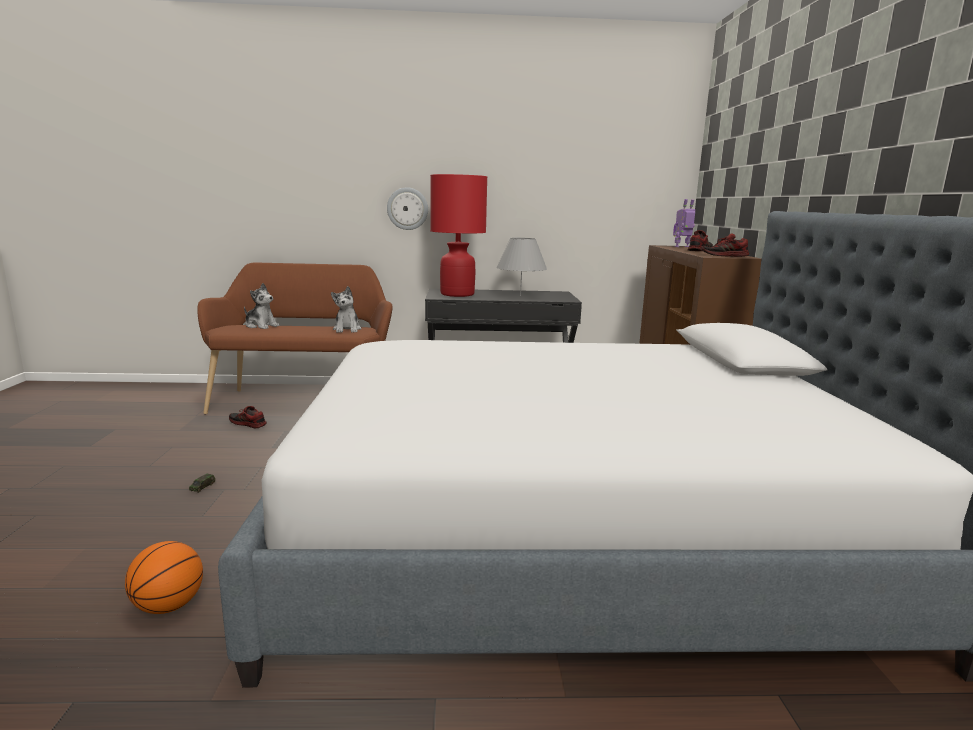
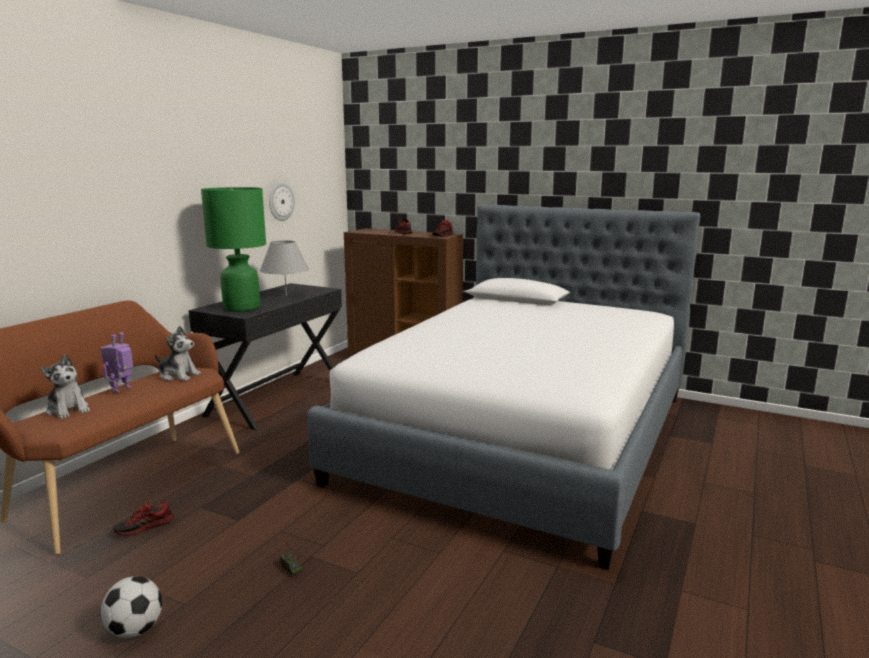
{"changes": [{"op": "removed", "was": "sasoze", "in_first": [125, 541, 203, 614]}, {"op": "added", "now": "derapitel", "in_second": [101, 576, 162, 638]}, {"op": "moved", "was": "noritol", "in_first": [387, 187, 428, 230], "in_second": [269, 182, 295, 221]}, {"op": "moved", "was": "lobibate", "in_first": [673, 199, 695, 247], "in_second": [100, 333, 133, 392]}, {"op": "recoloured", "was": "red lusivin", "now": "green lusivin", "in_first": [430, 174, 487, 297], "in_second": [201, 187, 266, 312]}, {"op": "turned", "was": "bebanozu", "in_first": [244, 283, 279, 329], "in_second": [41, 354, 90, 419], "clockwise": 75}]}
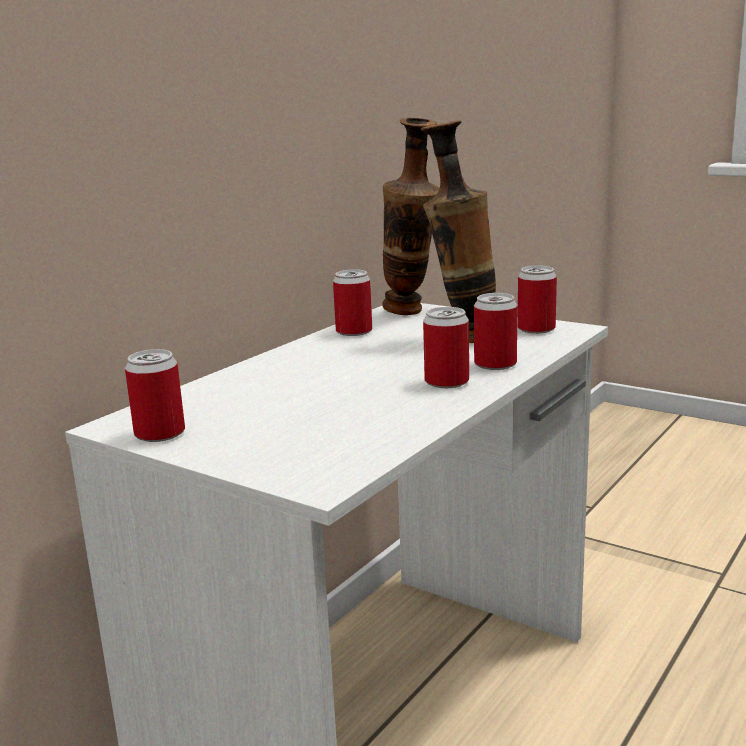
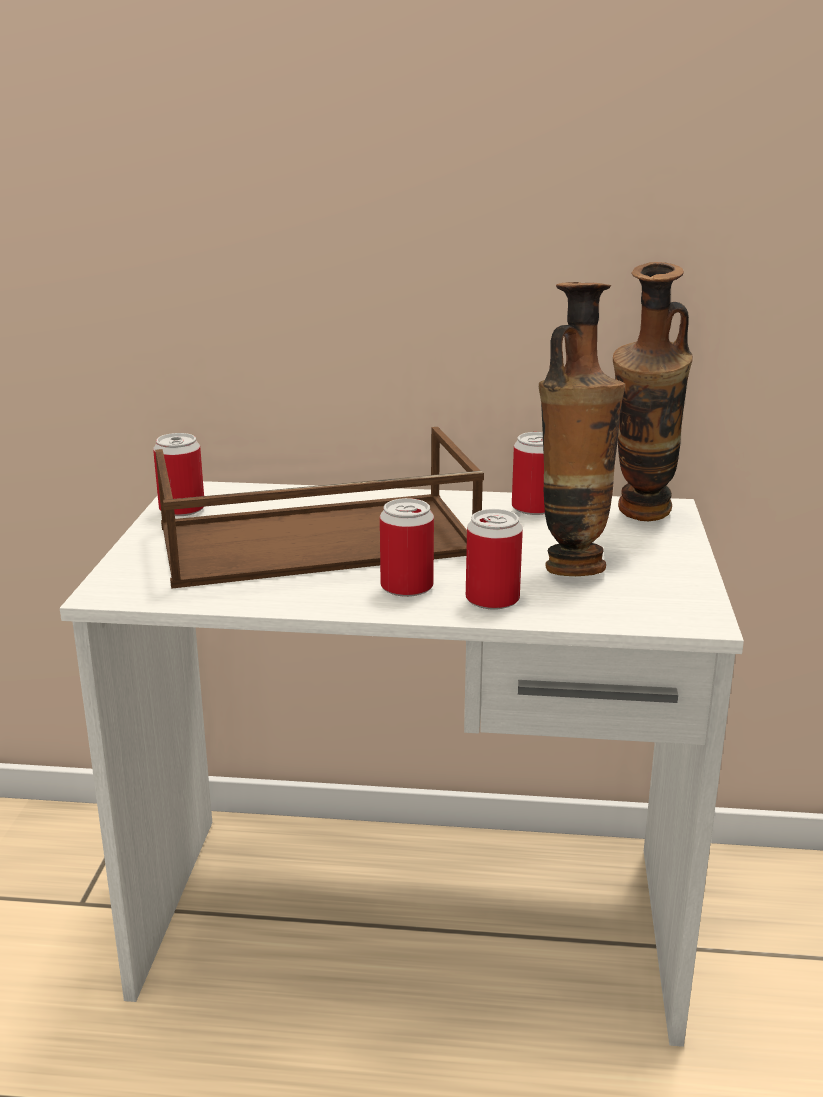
{"changes": [{"op": "removed", "was": "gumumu", "in_first": [518, 266, 557, 334]}, {"op": "added", "now": "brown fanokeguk", "in_second": [155, 427, 484, 589]}]}
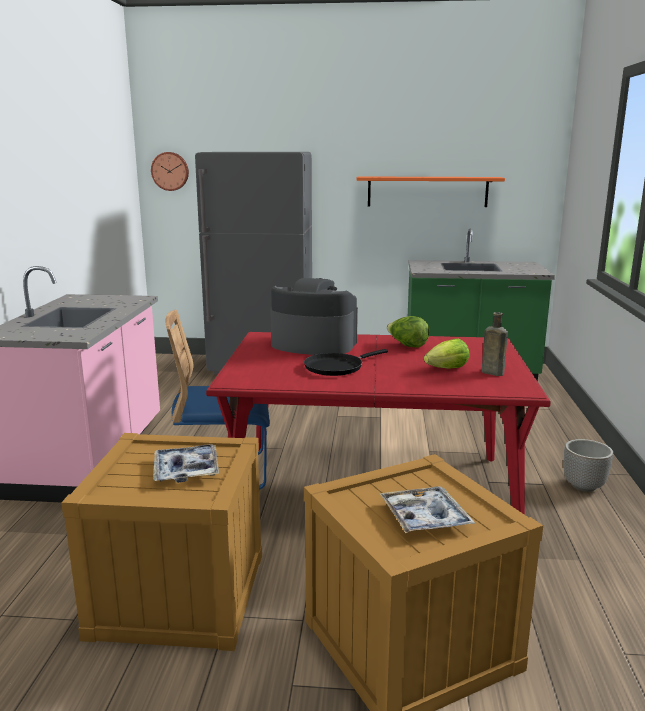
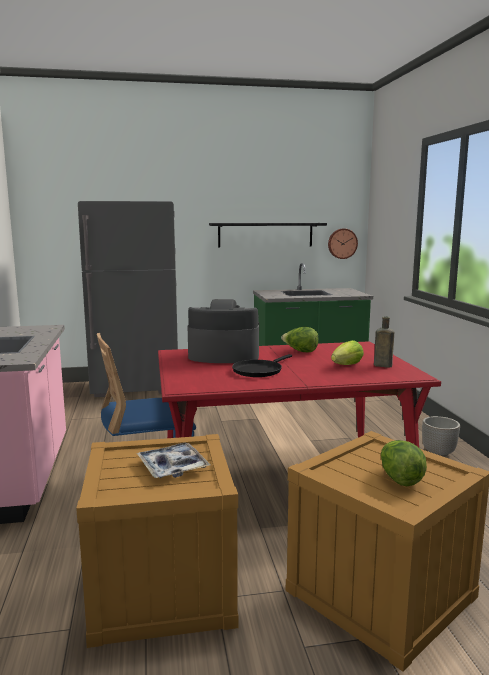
{"changes": [{"op": "moved", "was": "noritol", "in_first": [151, 152, 189, 191], "in_second": [328, 229, 358, 259]}, {"op": "replaced", "was": "fanokeguk", "now": "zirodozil", "in_first": [379, 486, 475, 533], "in_second": [381, 440, 427, 486]}, {"op": "recoloured", "was": "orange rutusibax", "now": "black rutusibax", "in_first": [356, 176, 505, 207], "in_second": [209, 223, 327, 247]}]}
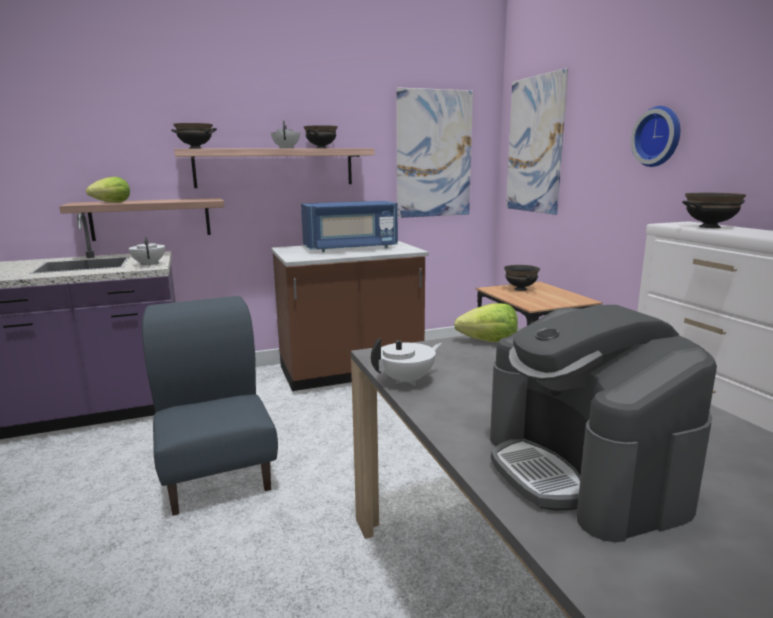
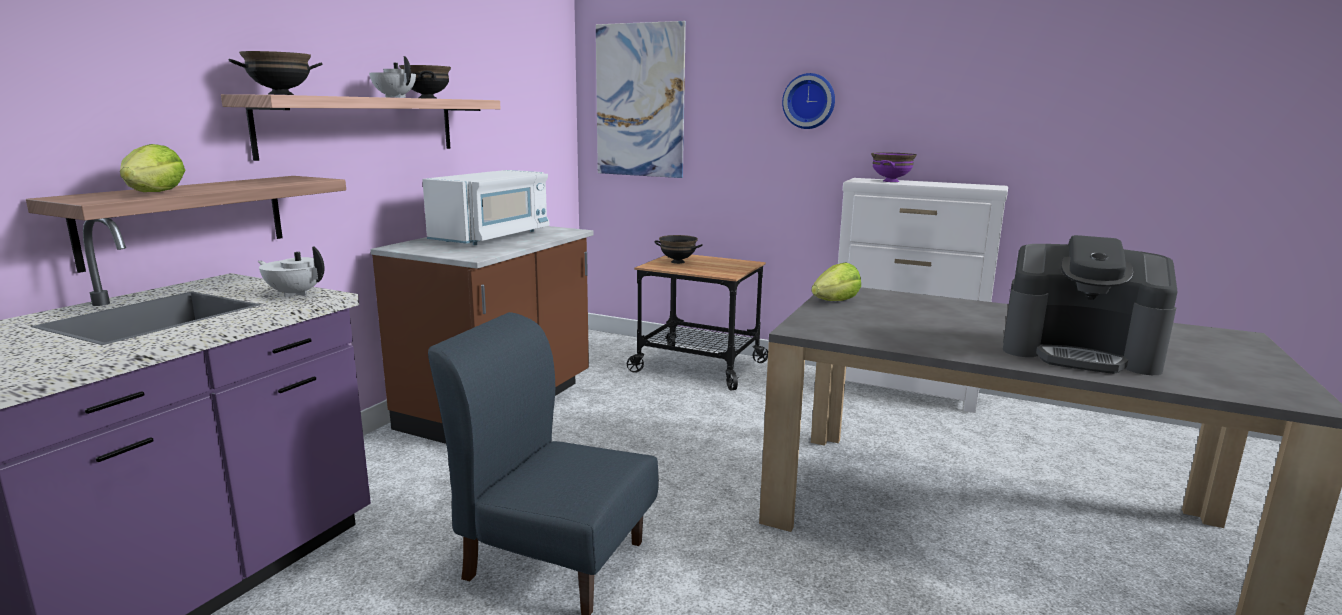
{"changes": [{"op": "removed", "was": "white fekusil", "in_first": [371, 338, 442, 386]}, {"op": "removed", "was": "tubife", "in_first": [396, 87, 473, 218]}, {"op": "recoloured", "was": "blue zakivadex", "now": "white zakivadex", "in_first": [301, 201, 398, 252], "in_second": [422, 170, 550, 245]}, {"op": "recoloured", "was": "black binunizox", "now": "purple binunizox", "in_first": [682, 193, 746, 228], "in_second": [871, 152, 917, 182]}]}
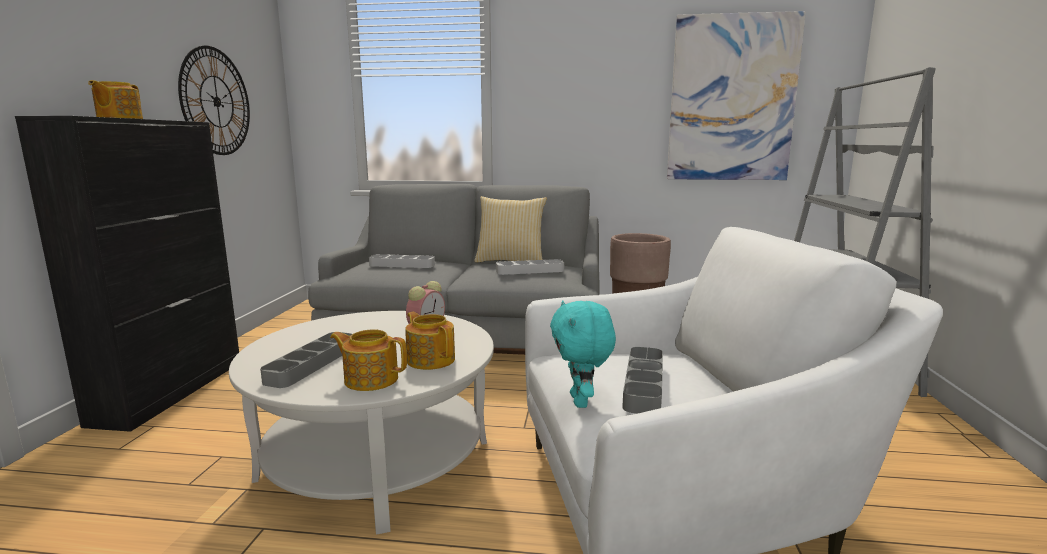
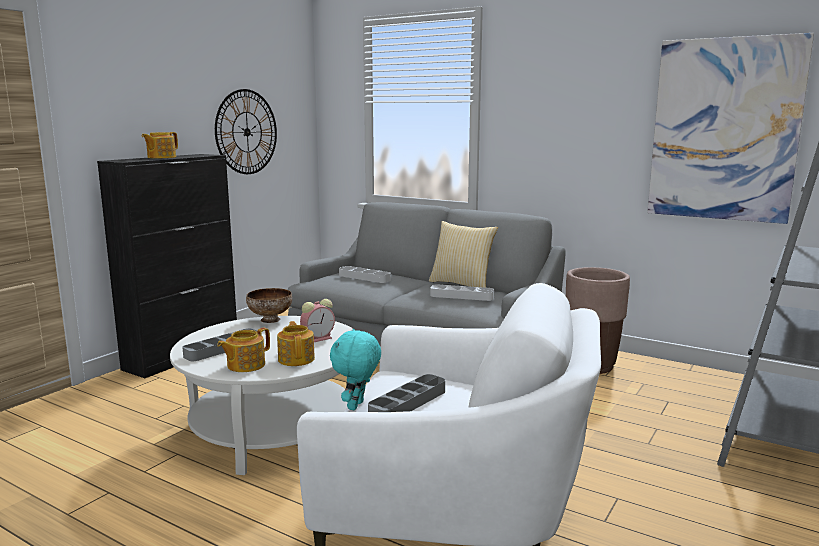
{"changes": [{"op": "added", "now": "binunizox", "in_second": [246, 288, 292, 323]}, {"op": "turned", "was": "fekusil", "in_first": [330, 329, 407, 391], "in_second": [217, 328, 270, 372], "clockwise": -90}]}
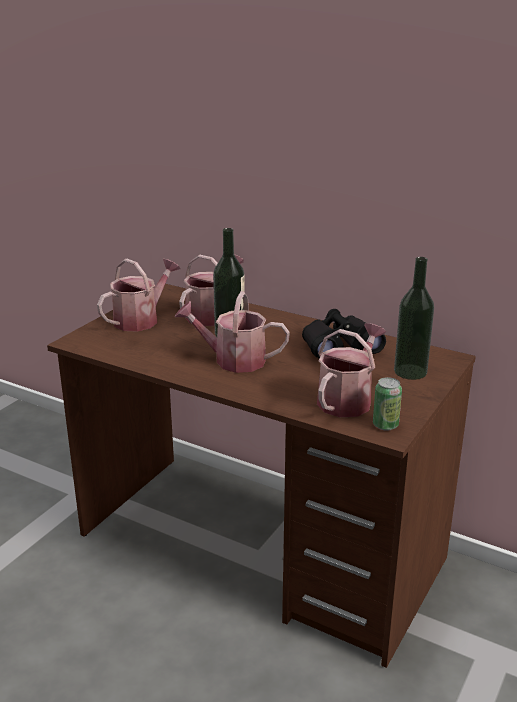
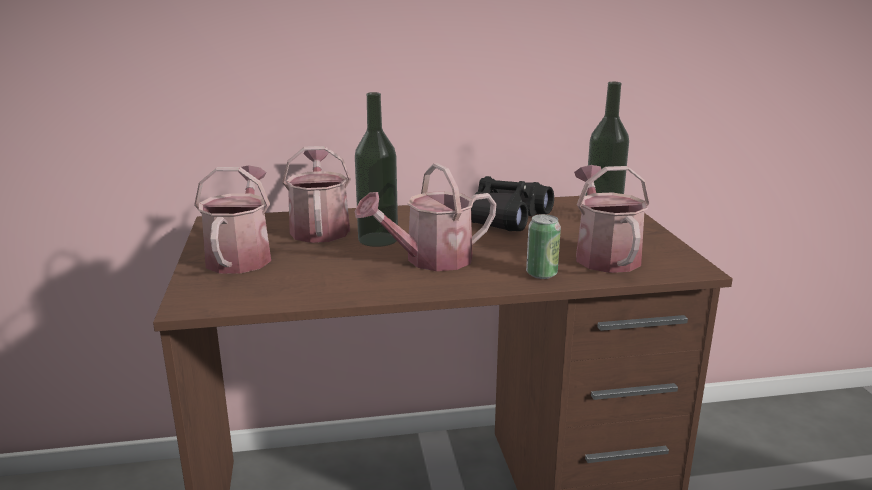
{"changes": [{"op": "moved", "was": "gumumu", "in_first": [373, 377, 402, 430], "in_second": [526, 214, 561, 279]}]}
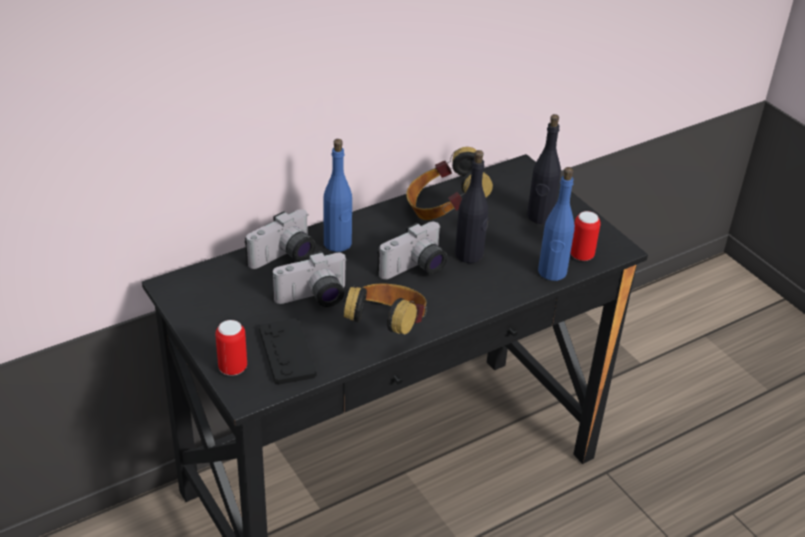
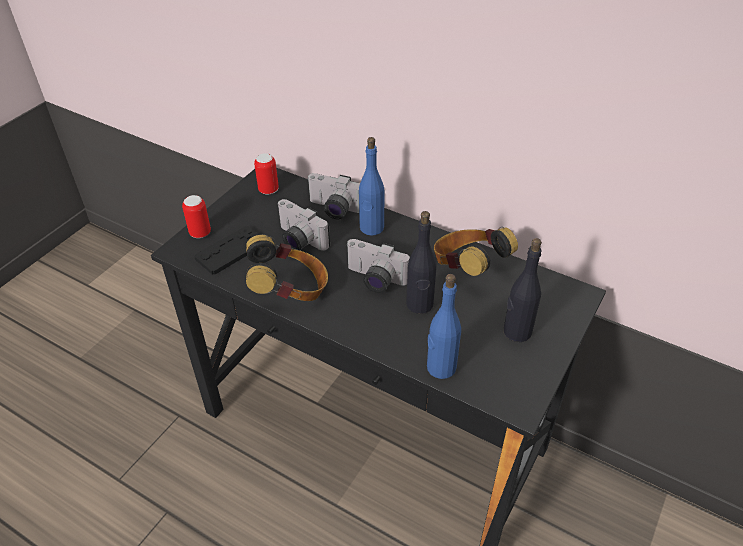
{"changes": [{"op": "moved", "was": "gumumu", "in_first": [570, 211, 601, 261], "in_second": [254, 153, 279, 195]}]}
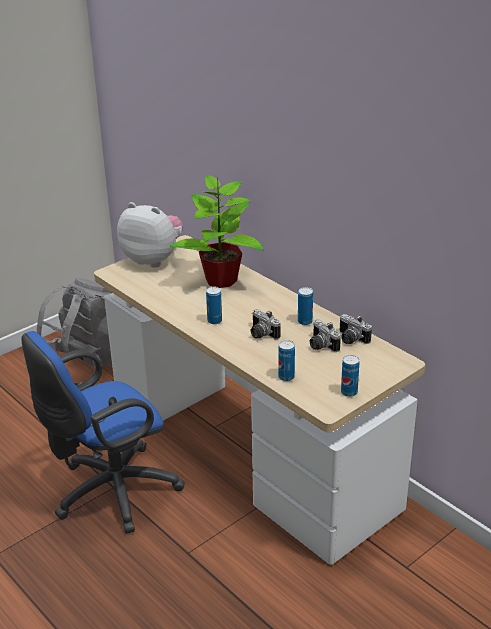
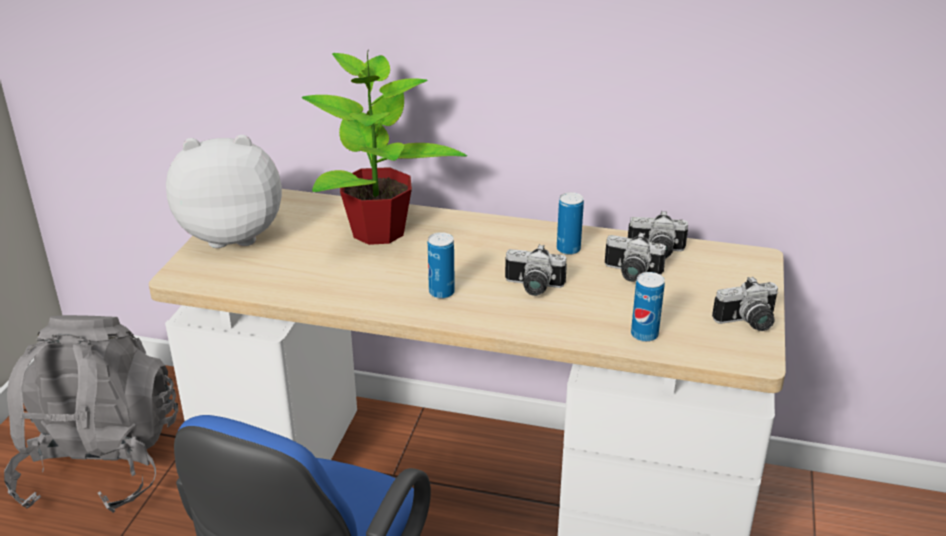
{"changes": [{"op": "replaced", "was": "gumumu", "now": "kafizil", "in_first": [341, 355, 359, 397], "in_second": [712, 276, 778, 331]}]}
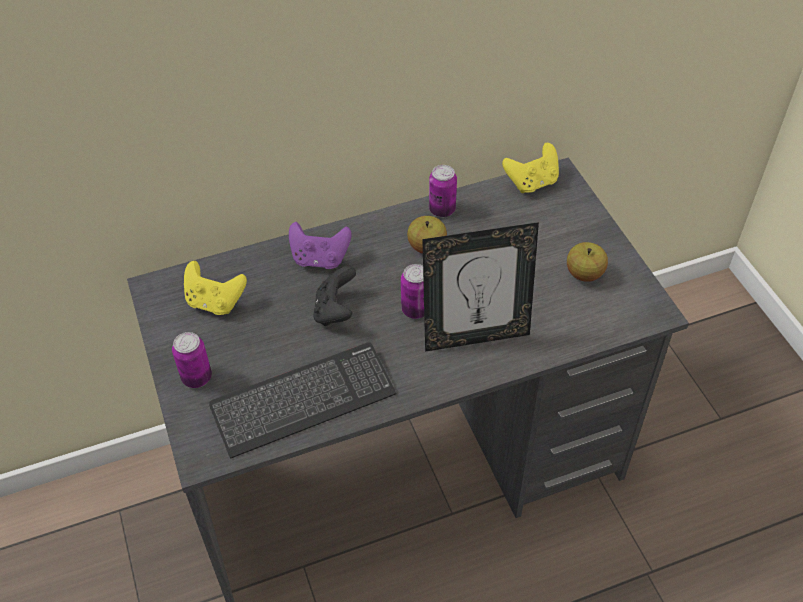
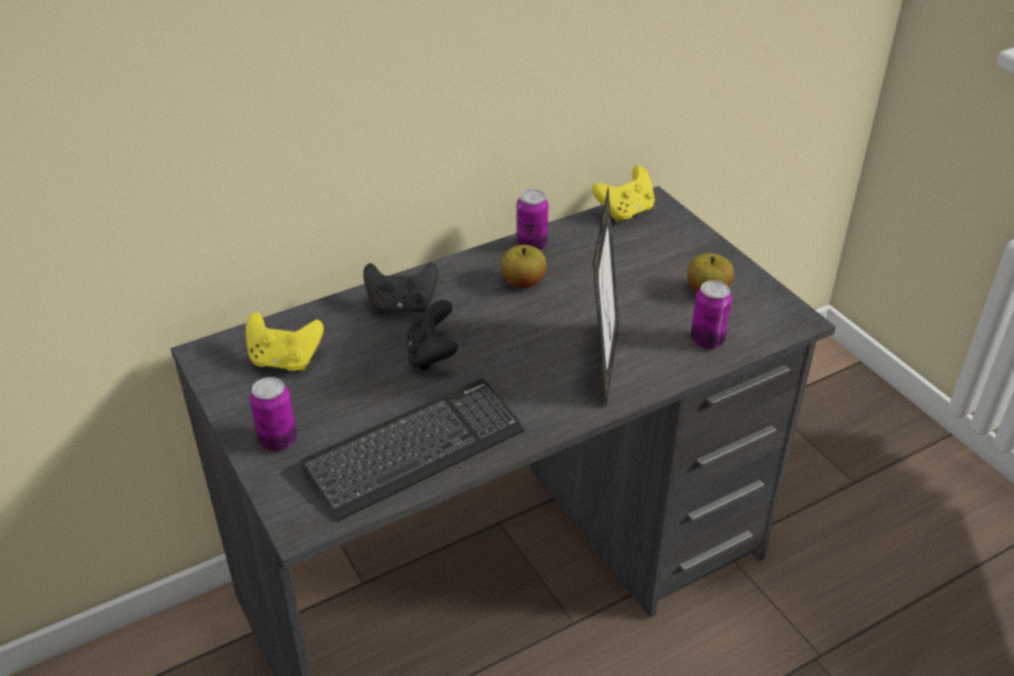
{"changes": [{"op": "moved", "was": "gumumu", "in_first": [401, 264, 424, 319], "in_second": [691, 280, 732, 349]}, {"op": "recoloured", "was": "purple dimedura", "now": "black dimedura", "in_first": [289, 222, 352, 269], "in_second": [363, 262, 438, 313]}, {"op": "turned", "was": "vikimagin", "in_first": [422, 222, 539, 352], "in_second": [593, 188, 619, 405], "clockwise": -60}]}
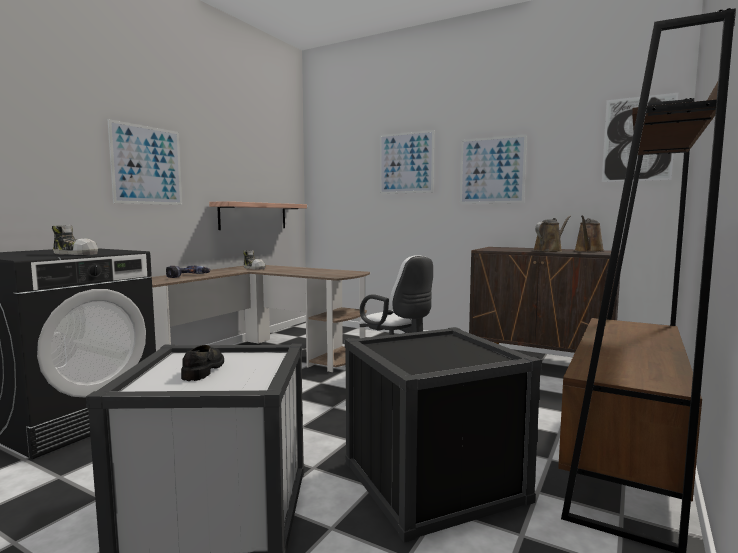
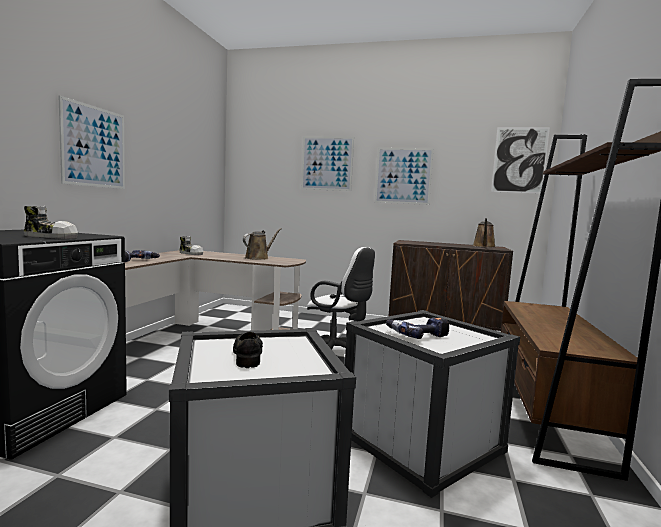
{"changes": [{"op": "removed", "was": "rutusibax", "in_first": [209, 201, 307, 230]}, {"op": "added", "now": "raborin", "in_second": [386, 317, 449, 339]}, {"op": "moved", "was": "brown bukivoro", "in_first": [533, 216, 571, 252], "in_second": [243, 228, 282, 260]}, {"op": "recoloured", "was": "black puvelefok", "now": "white puvelefok", "in_first": [345, 327, 542, 543], "in_second": [345, 310, 520, 498]}]}
